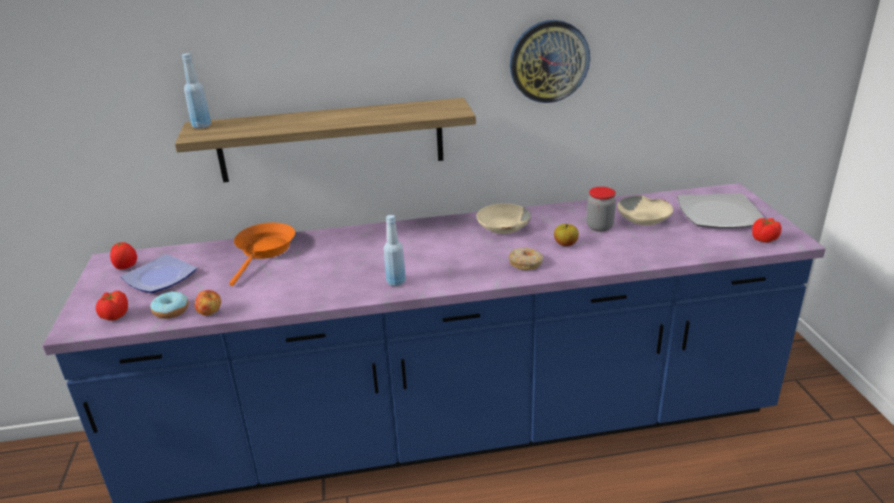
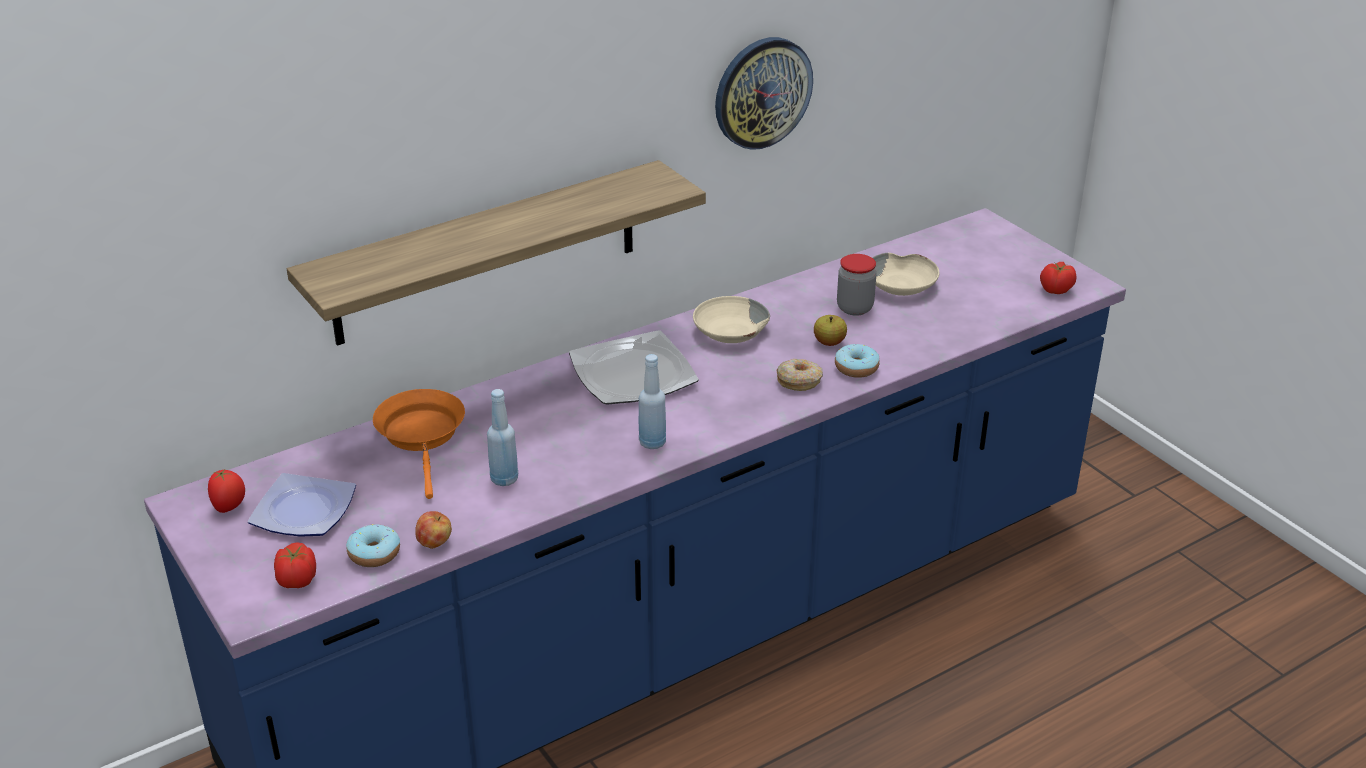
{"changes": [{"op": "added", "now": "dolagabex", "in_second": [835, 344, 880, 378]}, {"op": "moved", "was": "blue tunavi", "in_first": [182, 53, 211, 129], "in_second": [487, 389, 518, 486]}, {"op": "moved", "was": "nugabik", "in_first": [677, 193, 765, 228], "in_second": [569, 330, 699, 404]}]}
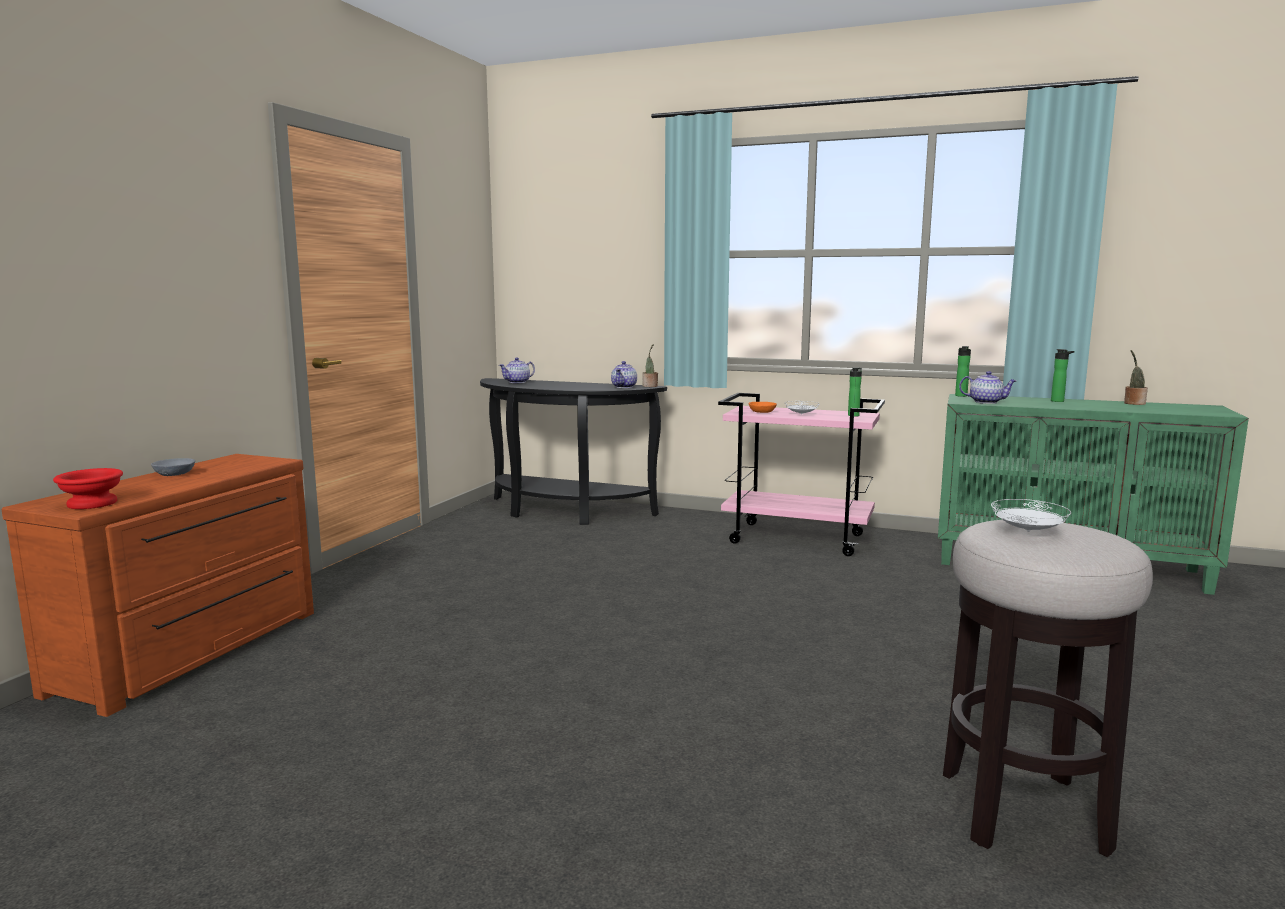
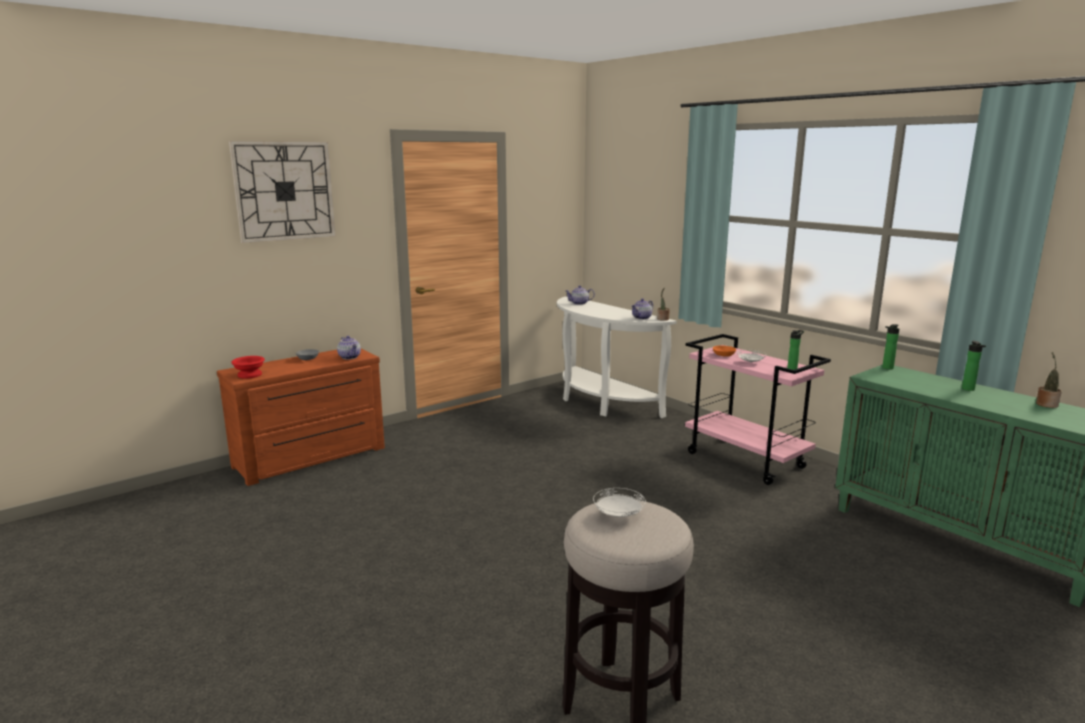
{"changes": [{"op": "added", "now": "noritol", "in_second": [229, 141, 336, 243]}, {"op": "moved", "was": "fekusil", "in_first": [959, 371, 1017, 404], "in_second": [337, 336, 361, 360]}, {"op": "recoloured", "was": "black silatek", "now": "white silatek", "in_first": [480, 378, 667, 525], "in_second": [557, 296, 676, 418]}]}
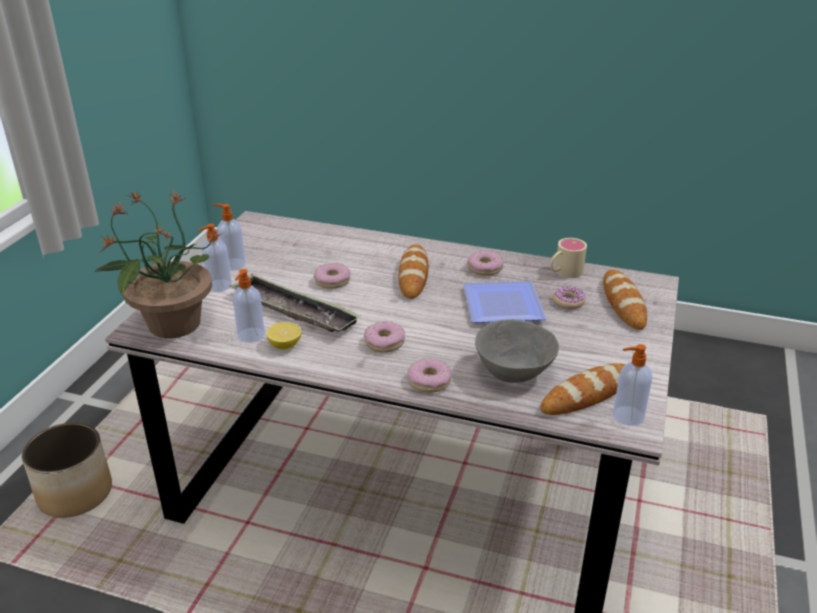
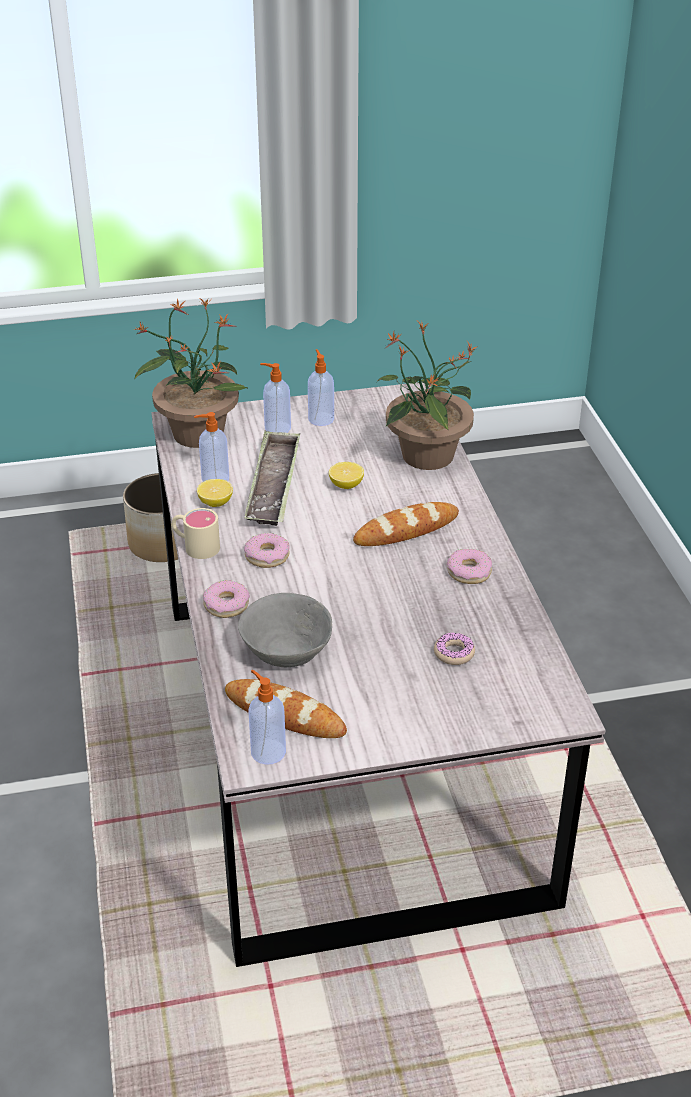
{"changes": [{"op": "removed", "was": "nugabik", "in_first": [463, 281, 546, 323]}, {"op": "removed", "was": "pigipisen", "in_first": [603, 270, 647, 330]}, {"op": "added", "now": "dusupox", "in_second": [377, 321, 478, 470]}, {"op": "moved", "was": "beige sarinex", "in_first": [550, 238, 587, 278], "in_second": [172, 508, 220, 559]}, {"op": "replaced", "was": "dolagabex", "now": "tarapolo", "in_first": [314, 263, 350, 289], "in_second": [329, 462, 364, 489]}]}
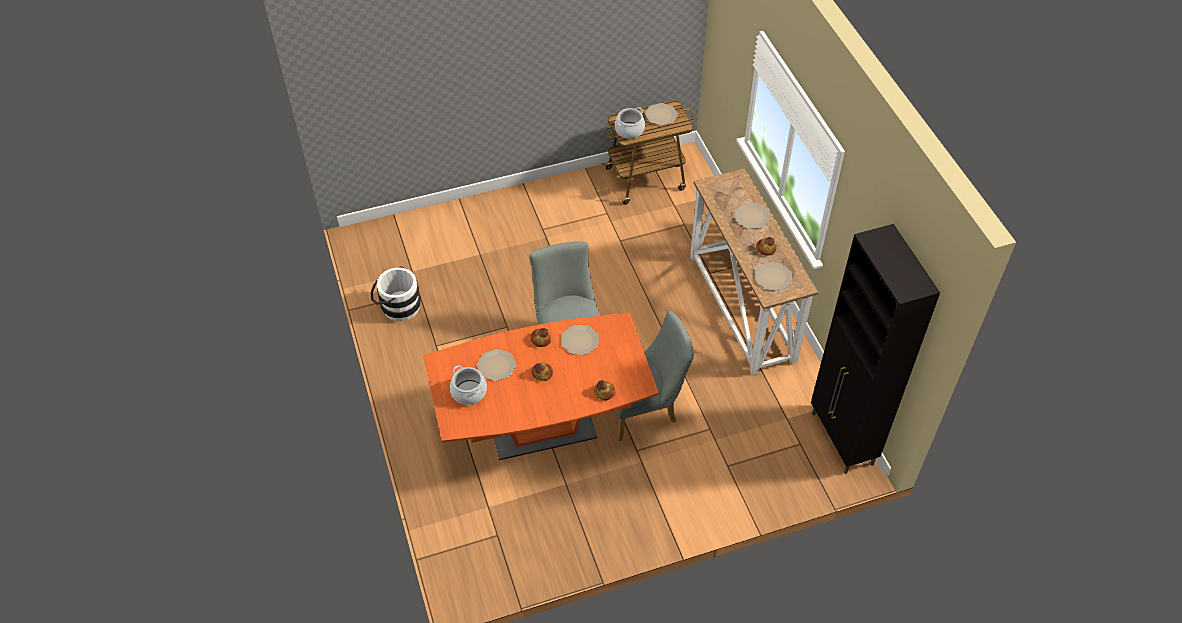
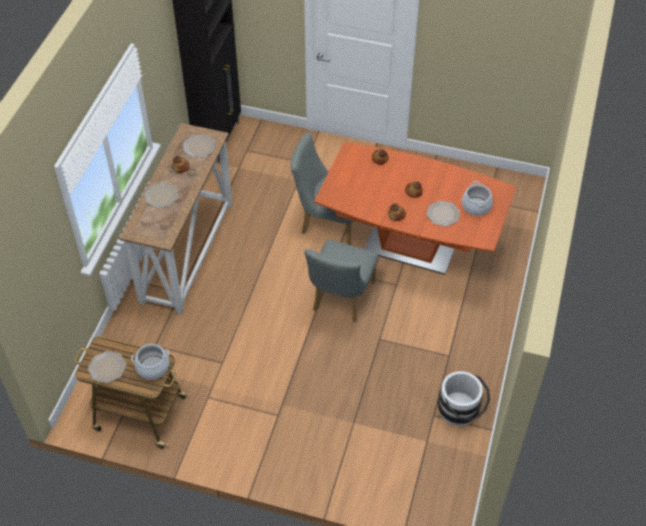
{"changes": [{"op": "removed", "was": "nugabik", "in_first": [561, 325, 599, 355]}]}
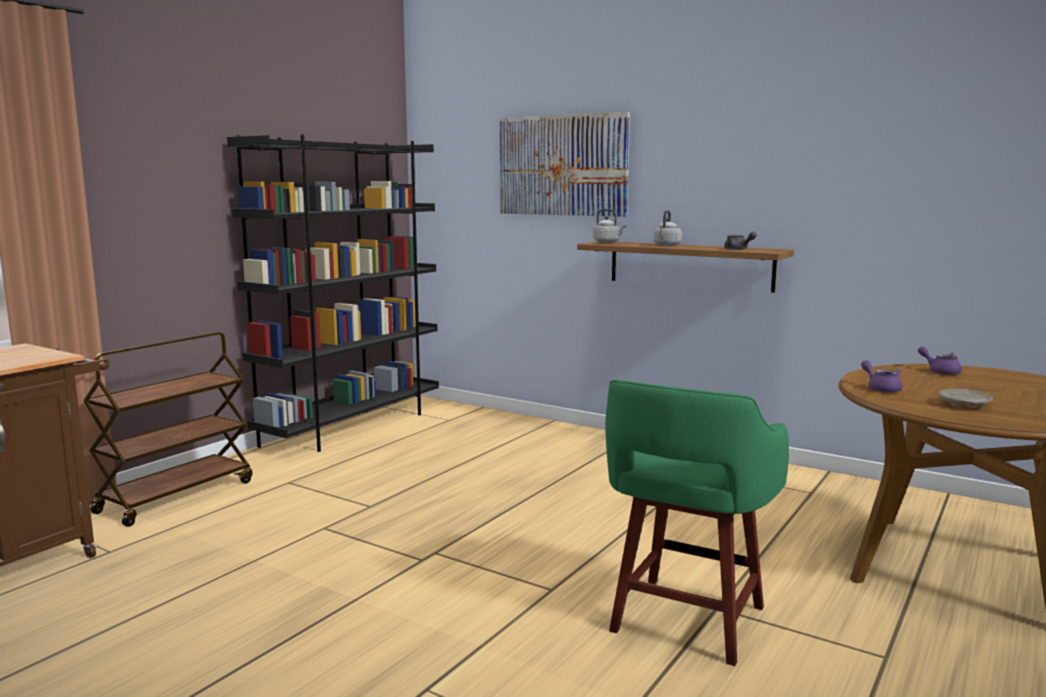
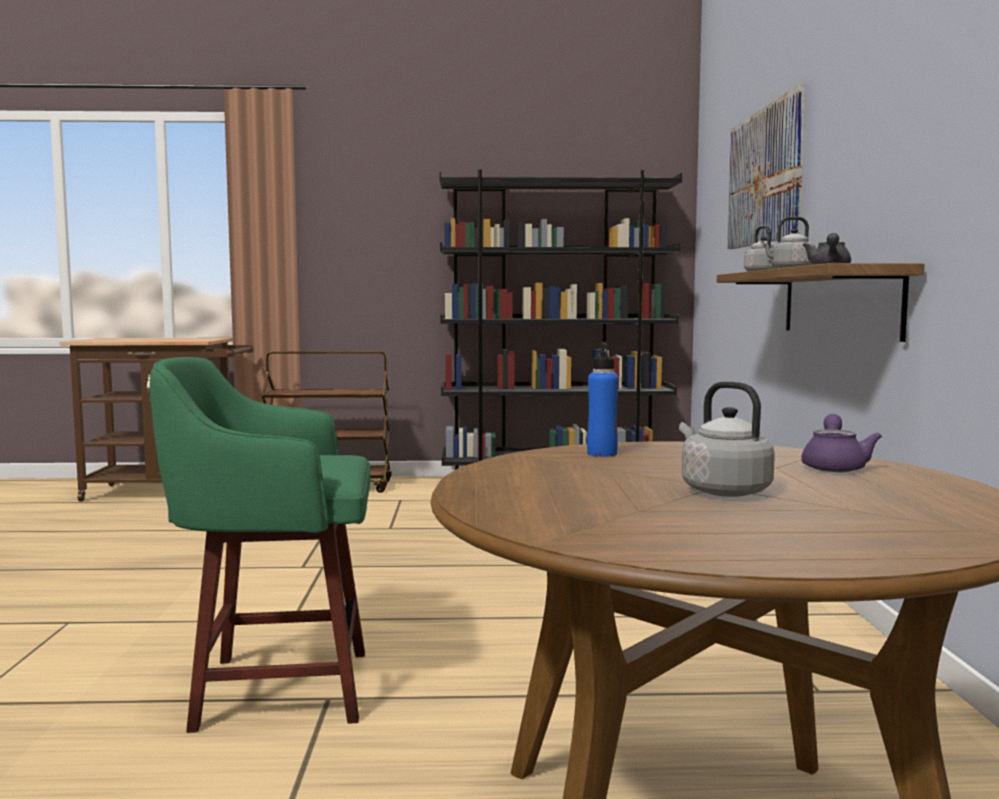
{"changes": [{"op": "removed", "was": "beige nugabik", "in_first": [939, 389, 993, 408]}, {"op": "added", "now": "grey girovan", "in_second": [679, 381, 775, 497]}, {"op": "replaced", "was": "purple fekusil", "now": "blue tunavi", "in_first": [861, 360, 902, 393], "in_second": [587, 342, 618, 457]}]}
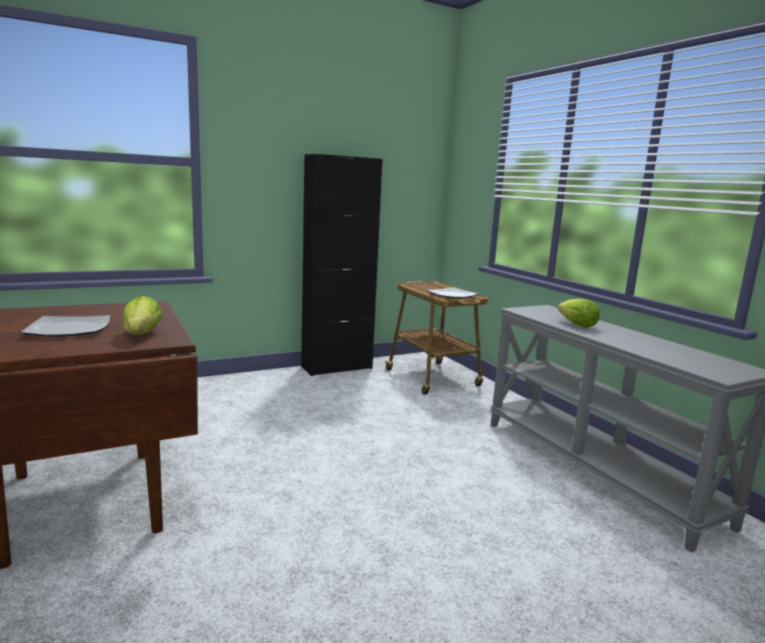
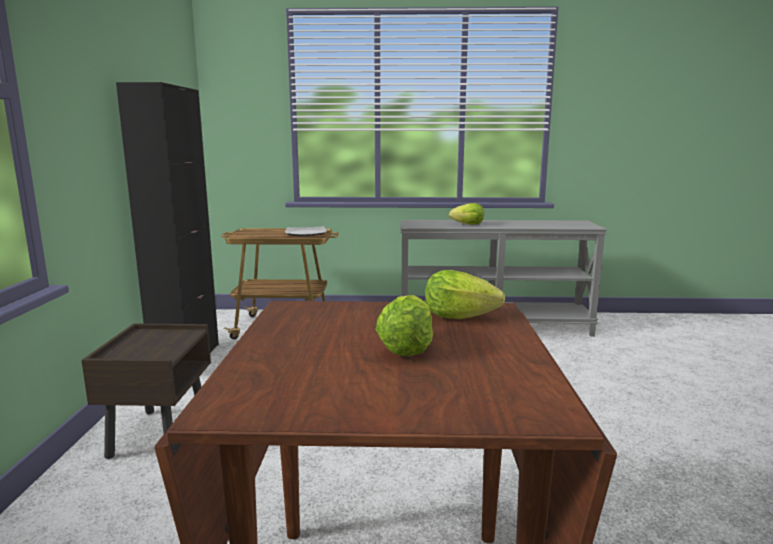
{"changes": [{"op": "added", "now": "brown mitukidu", "in_second": [81, 324, 211, 459]}, {"op": "replaced", "was": "nugabik", "now": "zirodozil", "in_first": [21, 315, 110, 337], "in_second": [375, 295, 433, 356]}]}
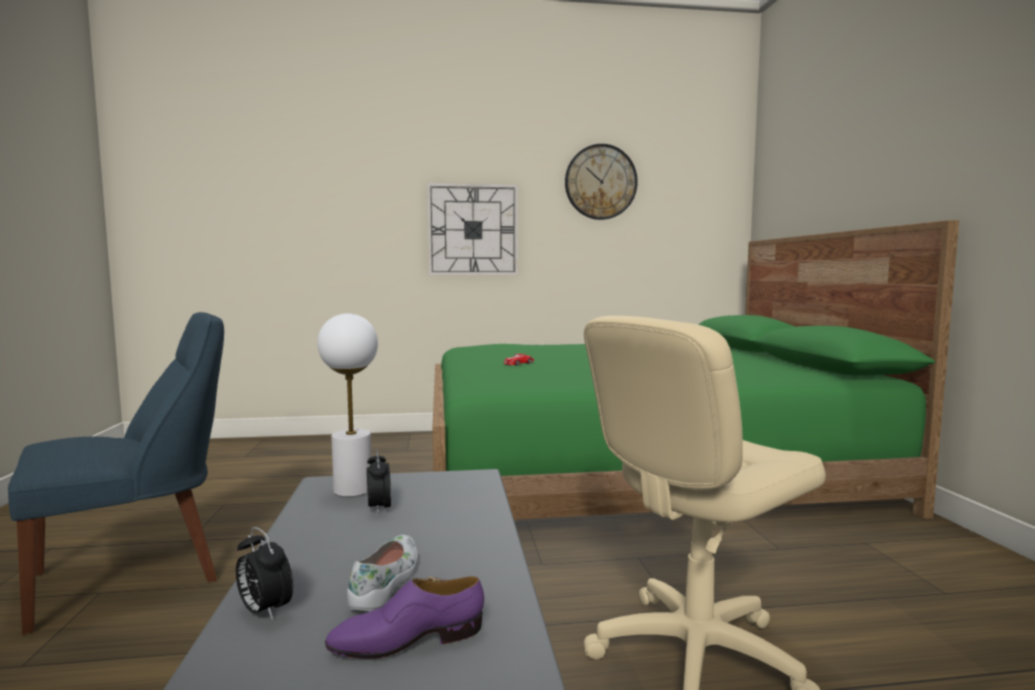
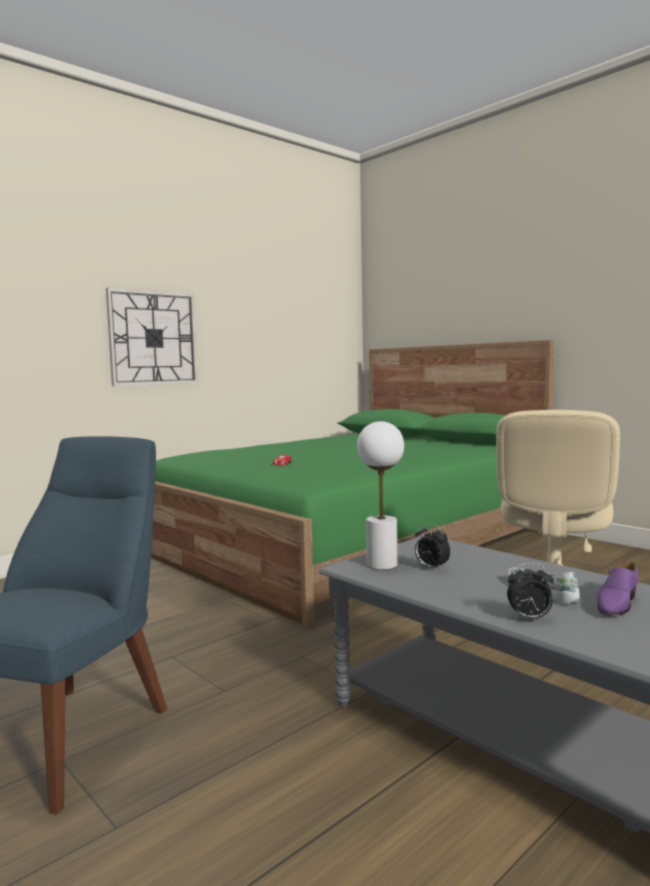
{"changes": [{"op": "removed", "was": "noritol", "in_first": [565, 144, 638, 220]}]}
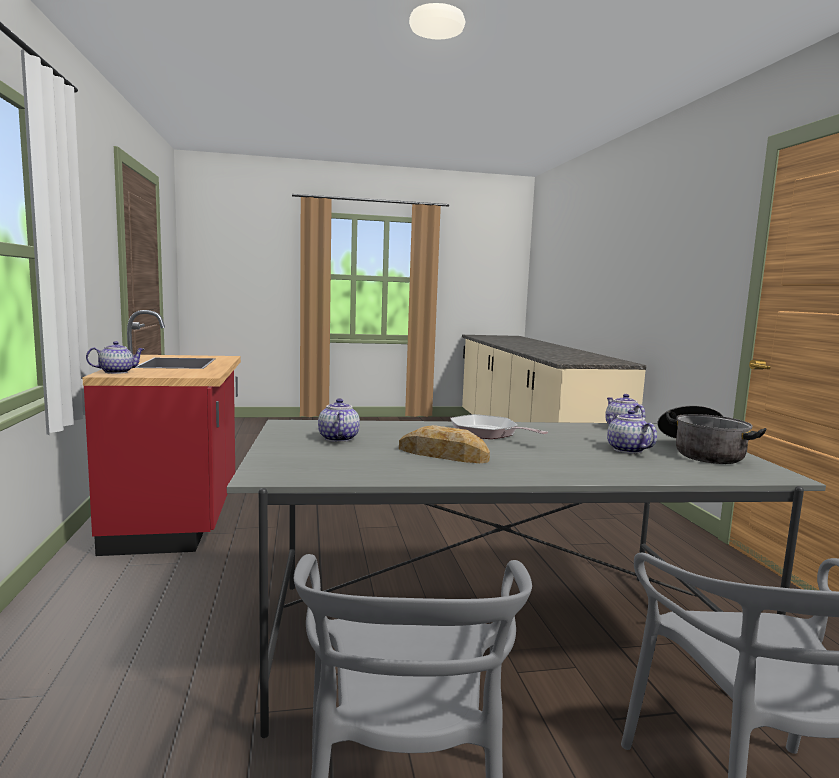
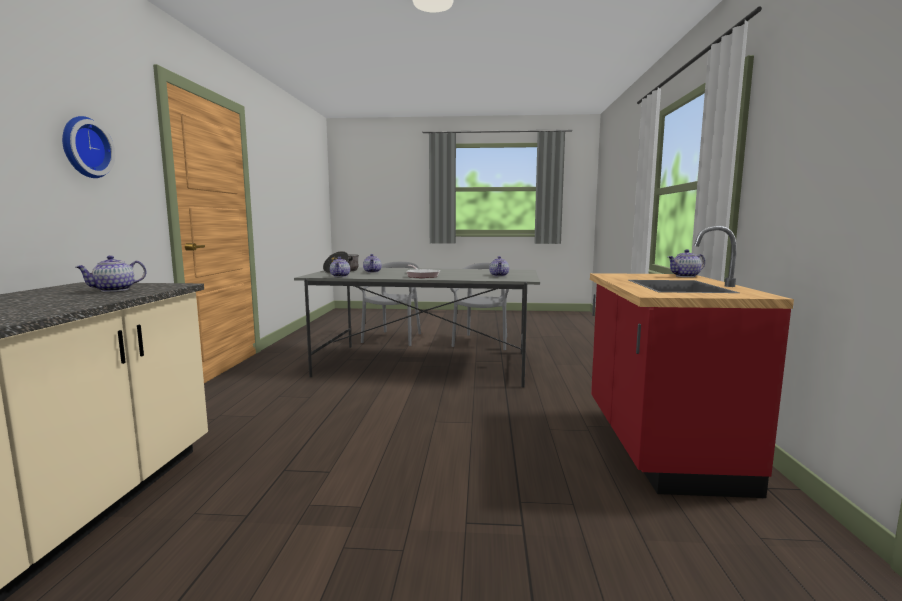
{"changes": [{"op": "removed", "was": "pigipisen", "in_first": [399, 425, 490, 463]}, {"op": "added", "now": "noritol", "in_second": [62, 116, 115, 178]}, {"op": "added", "now": "fekusil", "in_second": [76, 256, 146, 292]}]}
